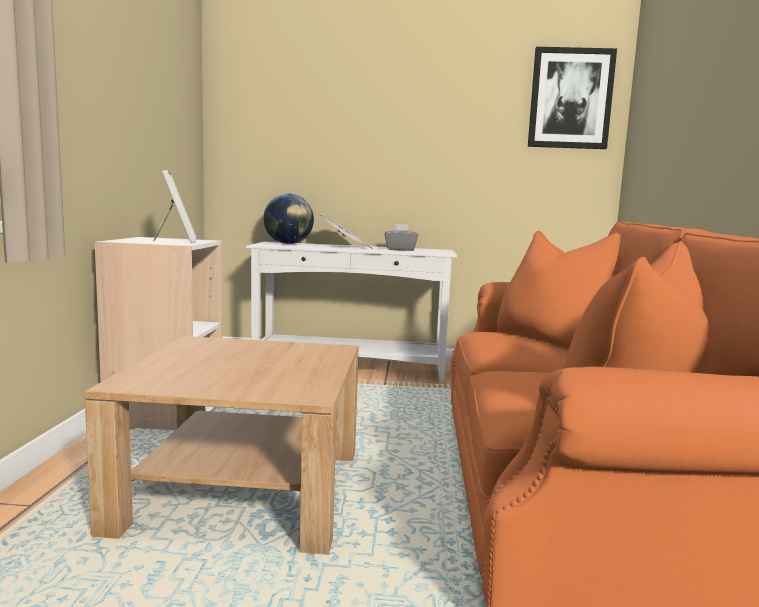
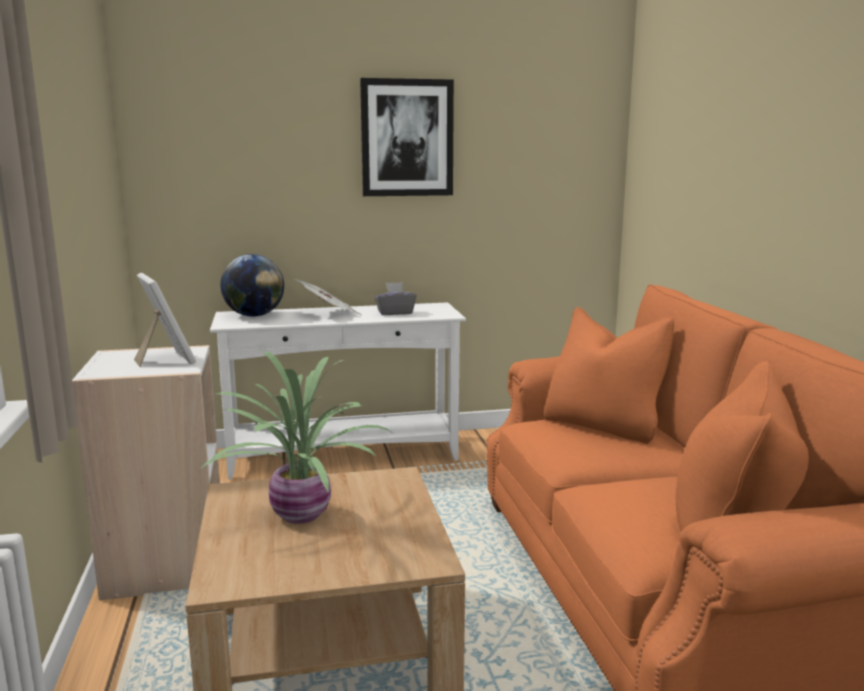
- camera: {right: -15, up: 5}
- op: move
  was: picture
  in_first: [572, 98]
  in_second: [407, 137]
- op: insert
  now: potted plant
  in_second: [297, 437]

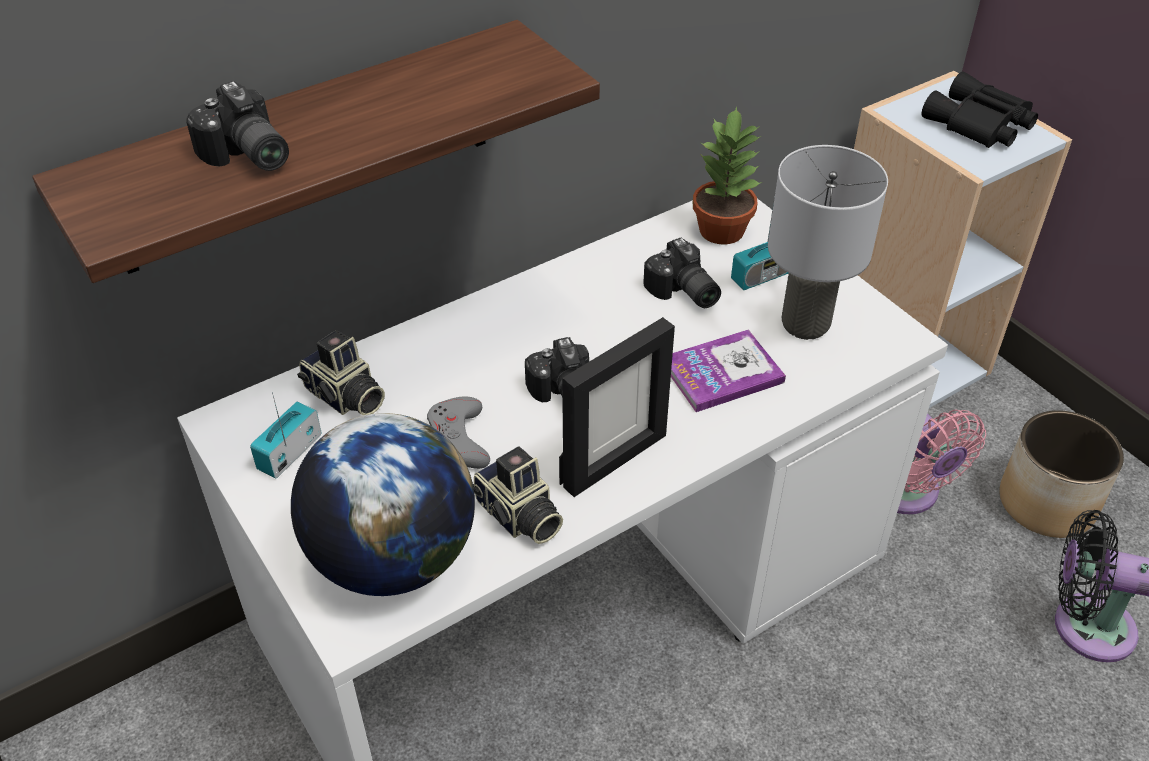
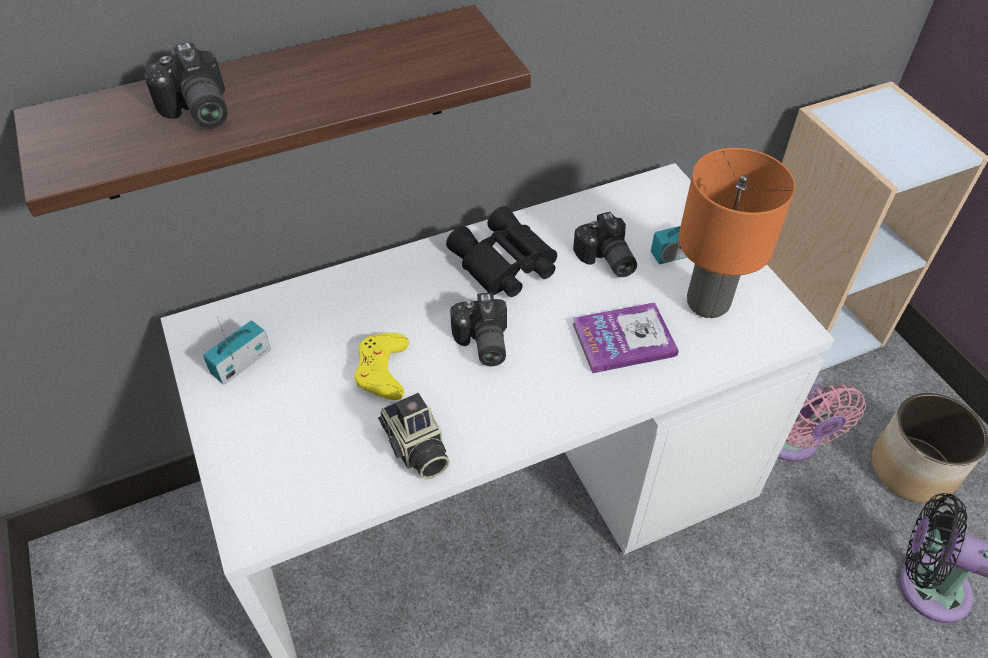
- camera: {right: 10, up: 5}
- op: move
  was: binoculars in black
  in_first: [980, 110]
  in_second: [501, 251]
- op: delete
  was: potted plant
  in_first: [728, 175]
- op: recolor
  was: table lamp in white
  now: table lamp in orange
  in_first: [828, 242]
  in_second: [736, 233]
- op: delete
  was: picture frame
  in_first: [617, 407]
- op: delete
  was: photo camera
  in_first: [341, 372]
- op: recolor
  was: game controller in grey
  now: game controller in yellow
  in_first: [458, 432]
  in_second: [381, 366]
- op: delete
  was: globe
  in_first: [383, 504]

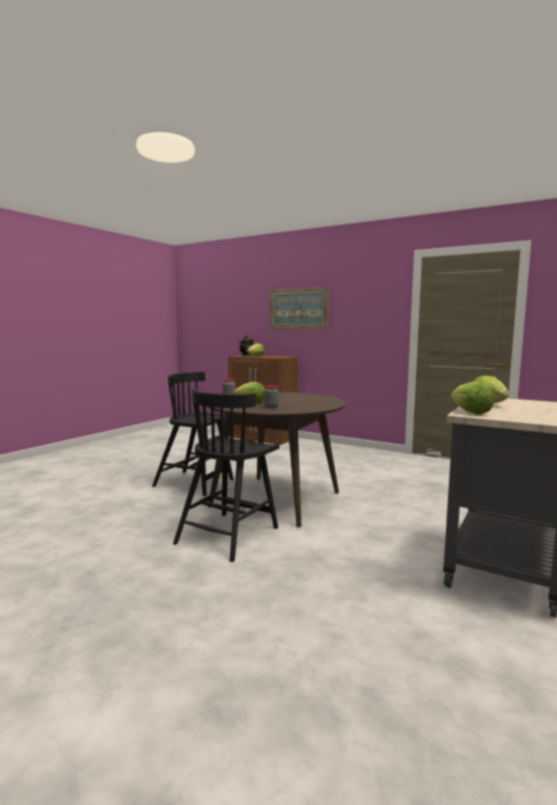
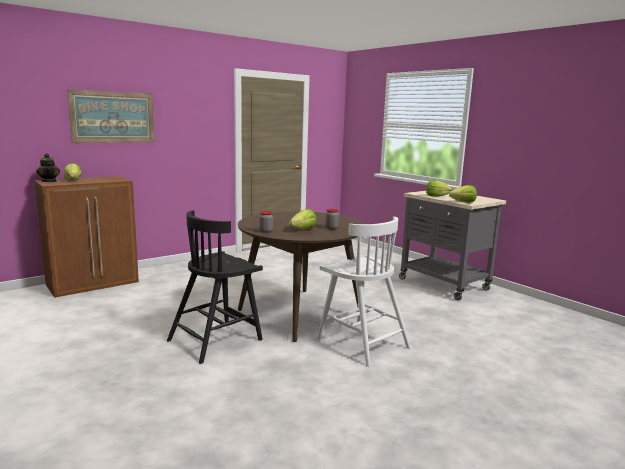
- camera: {right: -70, up: 5}
- op: recolor
  was: chair in black
  now: chair in white
  in_first: [226, 475]
  in_second: [364, 291]

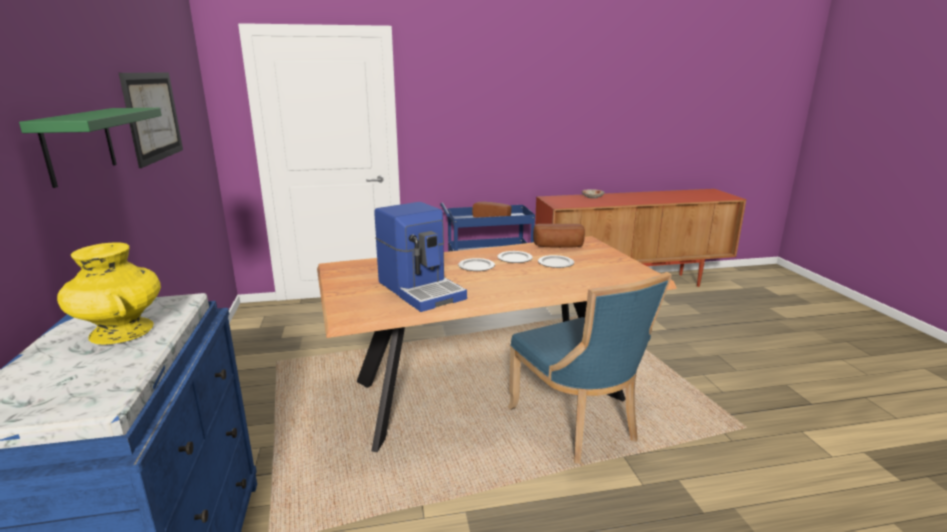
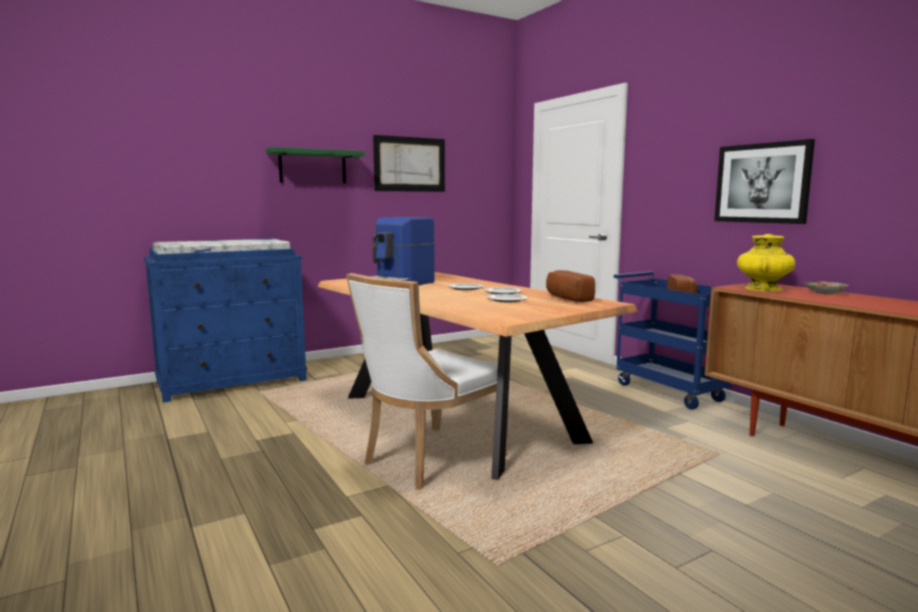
- camera: {right: 70, up: -10}
- op: move
  was: vase in yellow
  in_first: [109, 293]
  in_second: [766, 263]
- op: recolor
  was: chair in blue
  now: chair in white
  in_first: [590, 368]
  in_second: [427, 381]
- op: insert
  now: picture
  in_second: [764, 181]

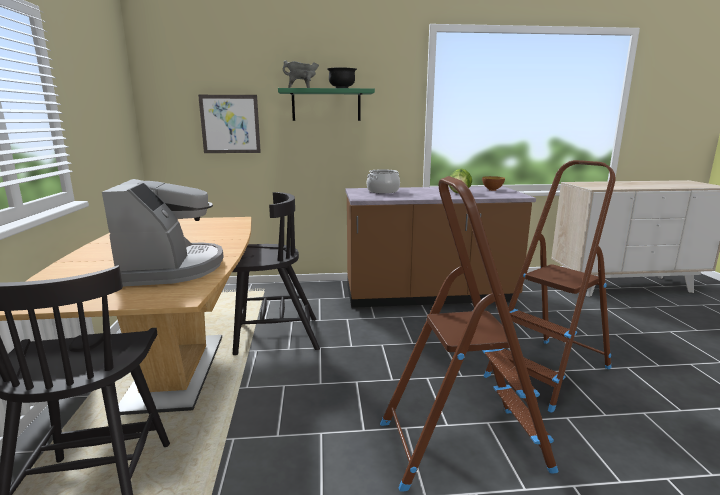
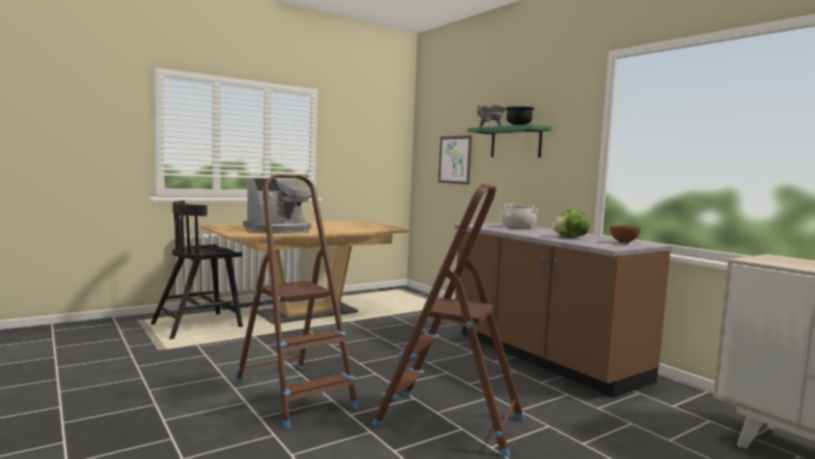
- camera: {right: 60, up: -10}
- op: delete
  was: chair in black
  in_first: [276, 273]

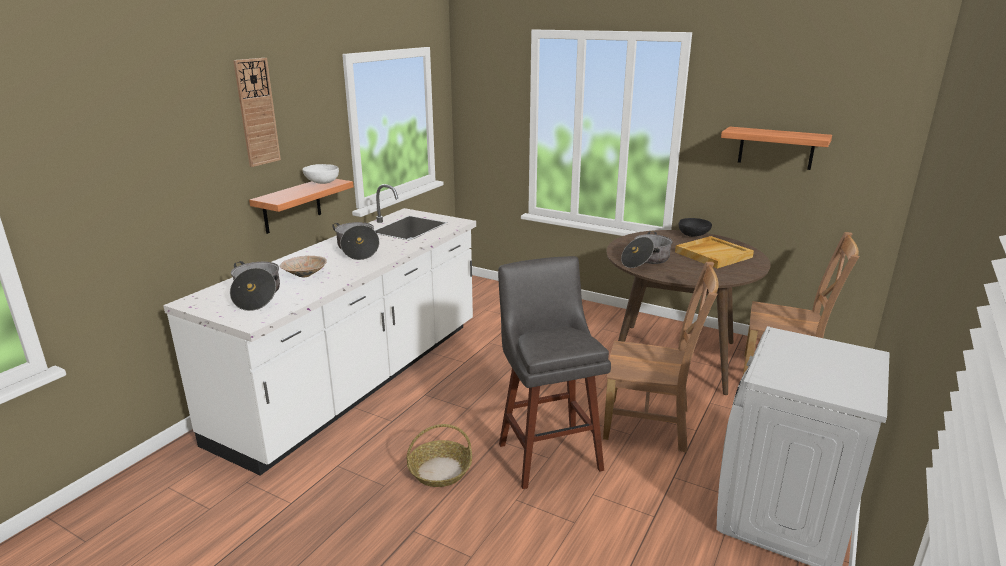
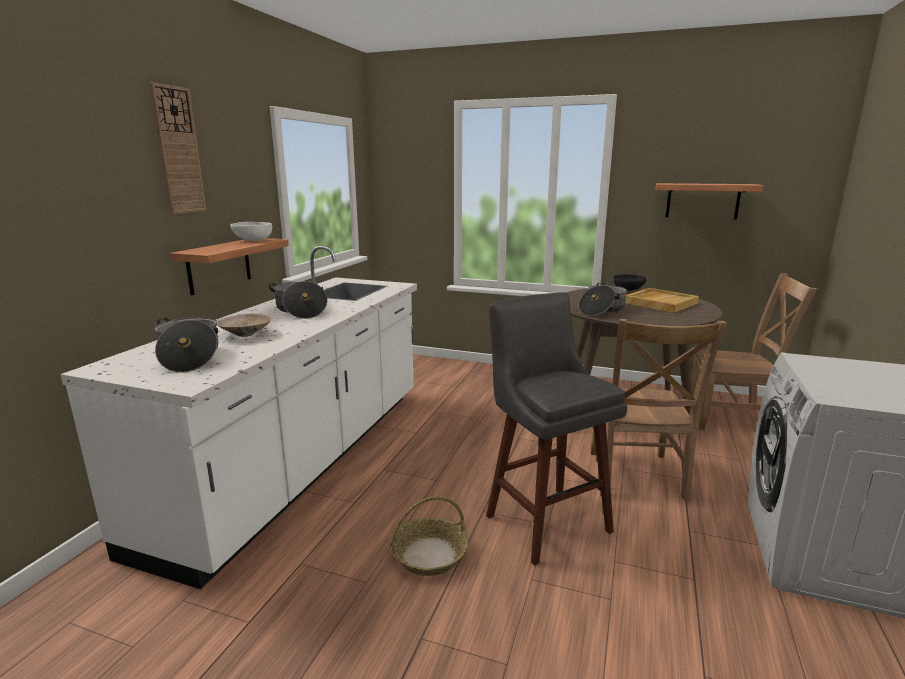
- camera: {right: -10, up: -5}
- op: rotate
  was: chair in brown
  in_first: [661, 357]
  in_second: [658, 410]
  clockwise: 90

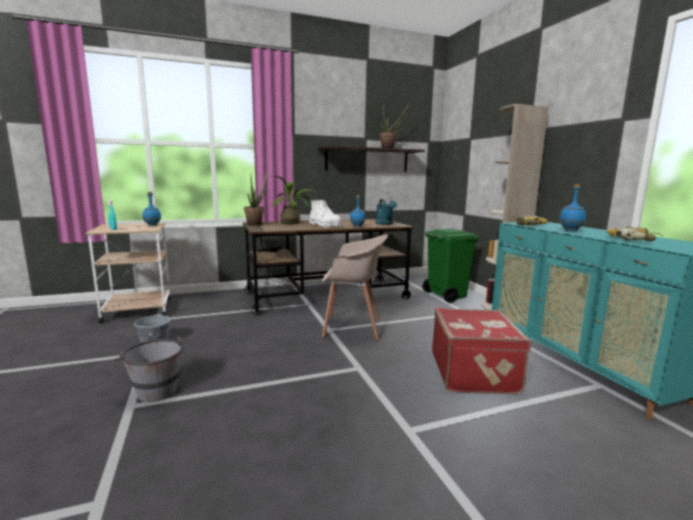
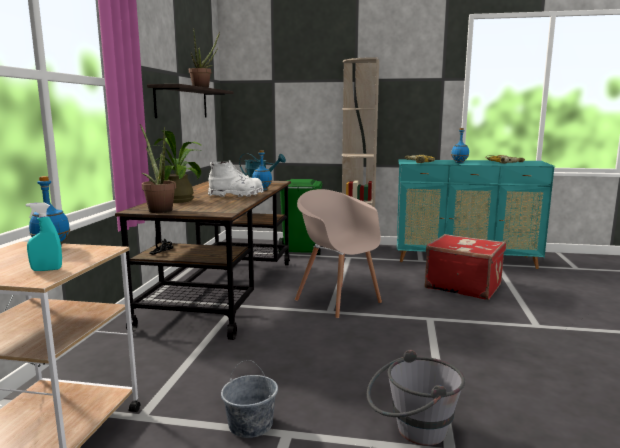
- camera: {right: -60, up: 0}
- op: rotate
  was: chair in beige
  in_first: [355, 287]
  in_second: [338, 253]
  clockwise: -75

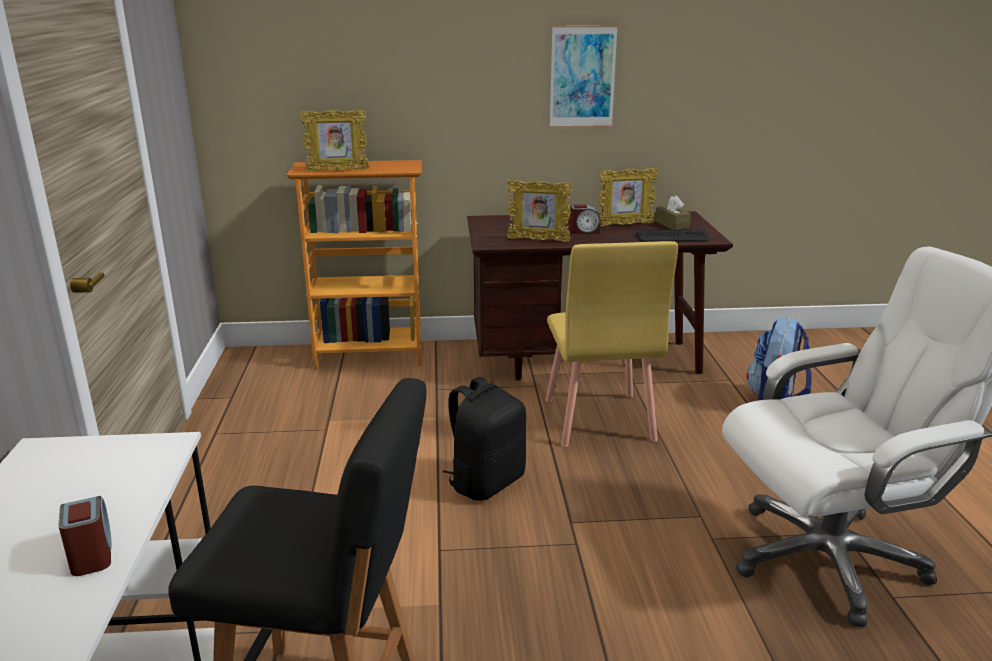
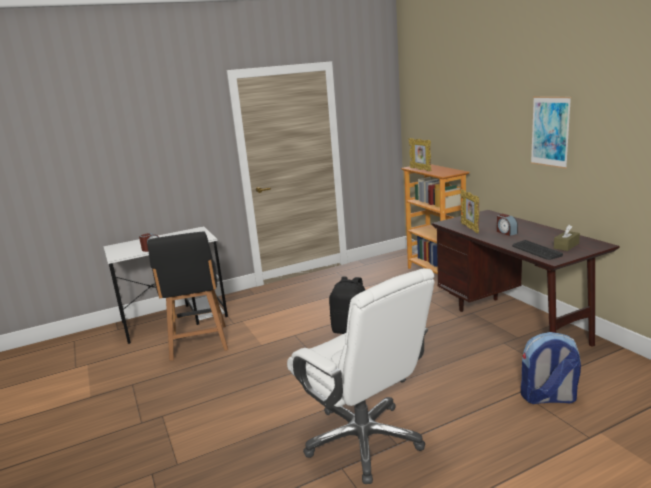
- camera: {right: 70, up: -5}
- op: delete
  was: picture frame
  in_first: [628, 197]
- op: delete
  was: chair in yellow
  in_first: [612, 344]

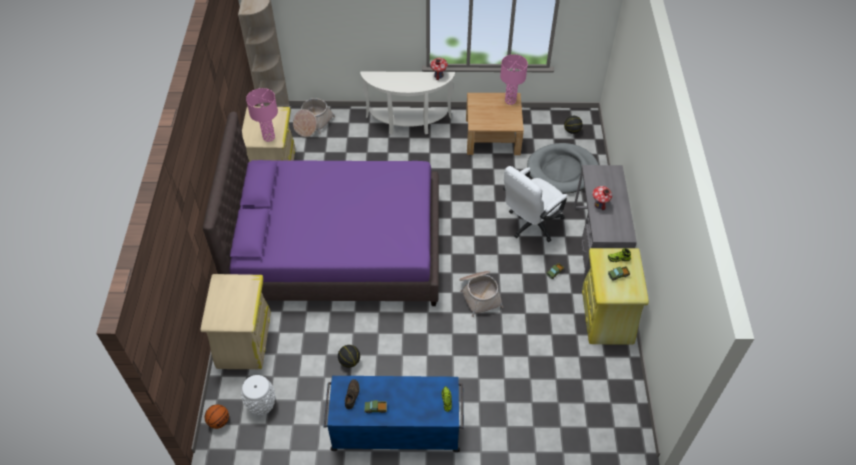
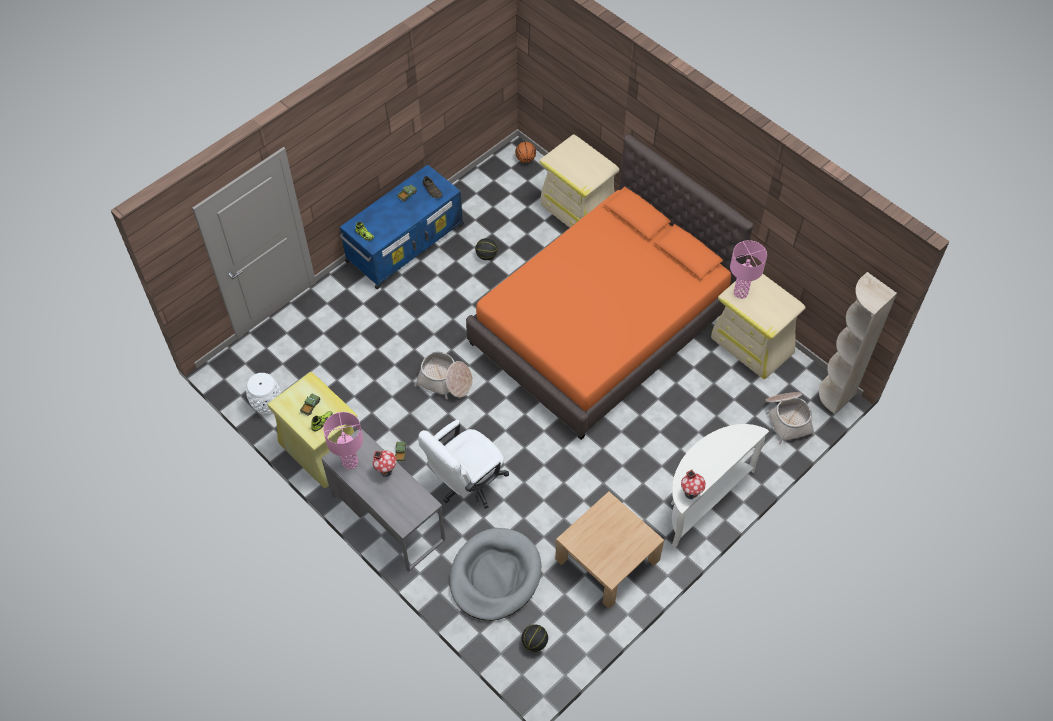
- camera: {right: 135, up: 5}
- op: move
  was: table lamp in pink
  in_first: [514, 79]
  in_second: [343, 440]
- op: recolor
  was: bed in purple
  now: bed in orange
  in_first: [321, 208]
  in_second: [610, 287]
- op: rotate
  was: office chair in white
  in_first: [535, 204]
  in_second: [463, 464]
  clockwise: -135
- op: move
  was: stool in white
  in_first: [258, 395]
  in_second: [263, 394]

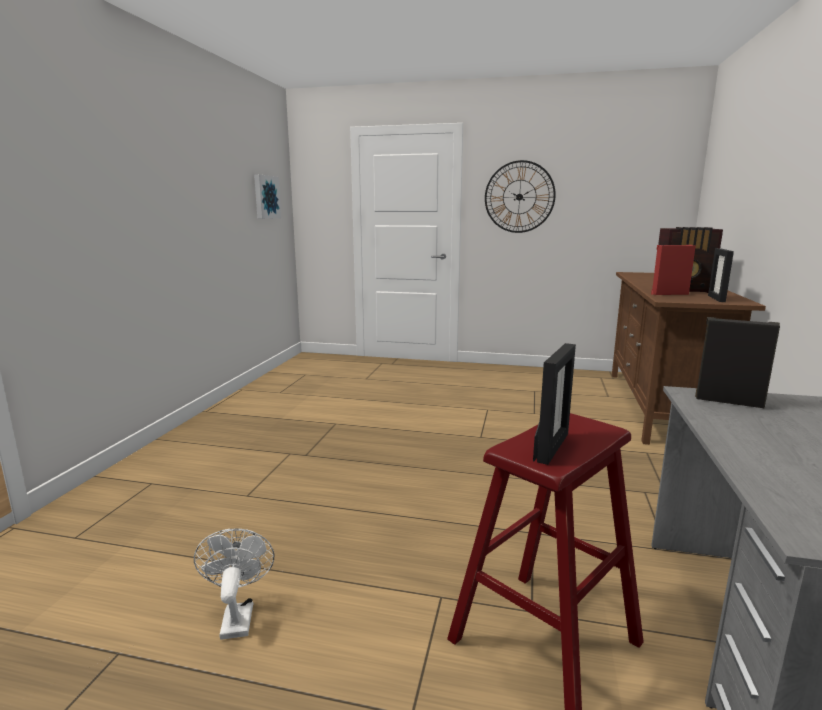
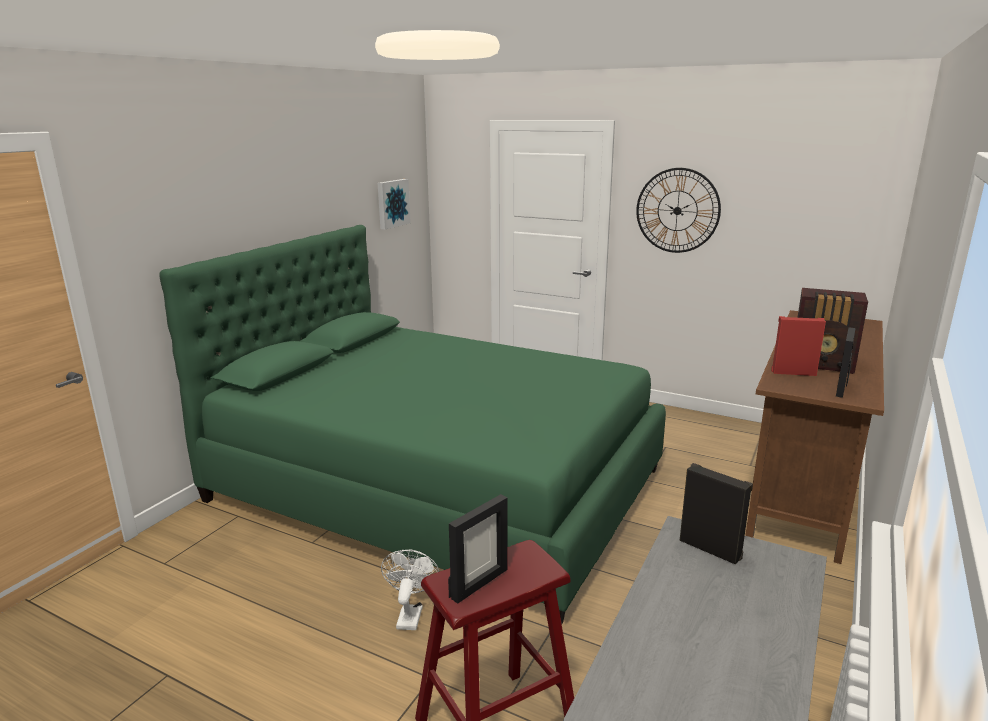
- camera: {right: 15, up: 5}
- op: move
  was: fan in white
  in_first: [234, 584]
  in_second: [410, 590]
- op: insert
  now: bed in green
  in_second: [413, 424]

